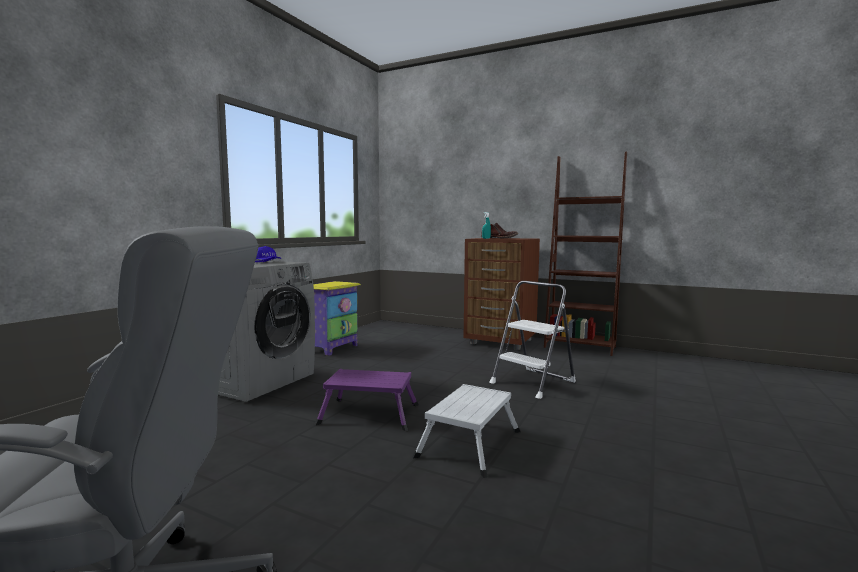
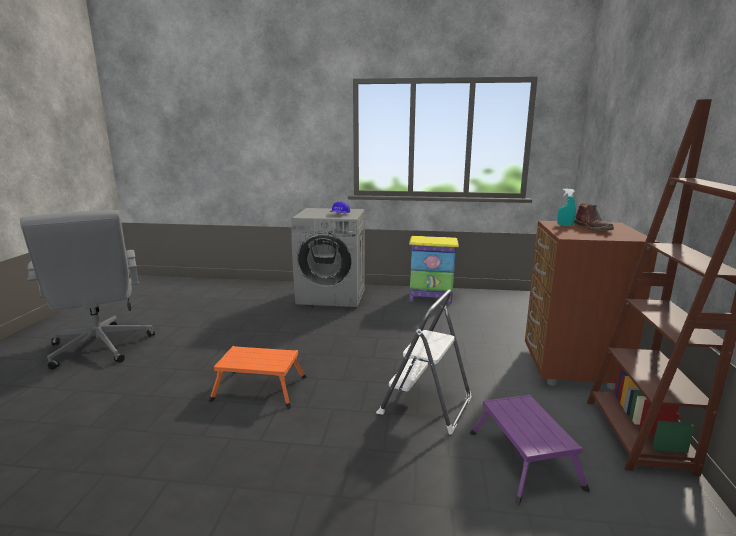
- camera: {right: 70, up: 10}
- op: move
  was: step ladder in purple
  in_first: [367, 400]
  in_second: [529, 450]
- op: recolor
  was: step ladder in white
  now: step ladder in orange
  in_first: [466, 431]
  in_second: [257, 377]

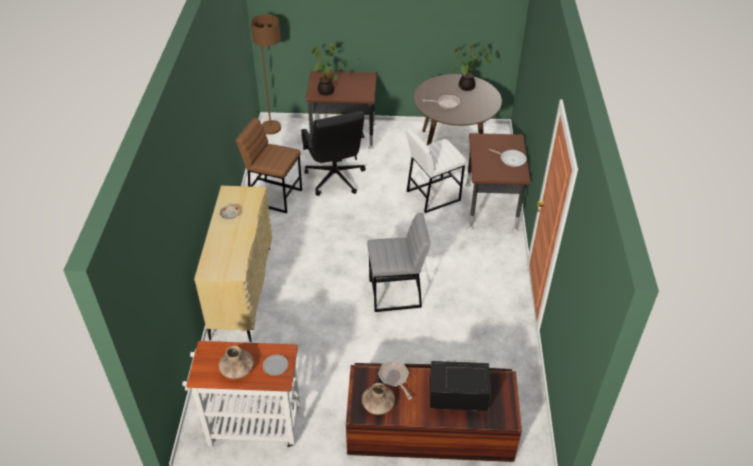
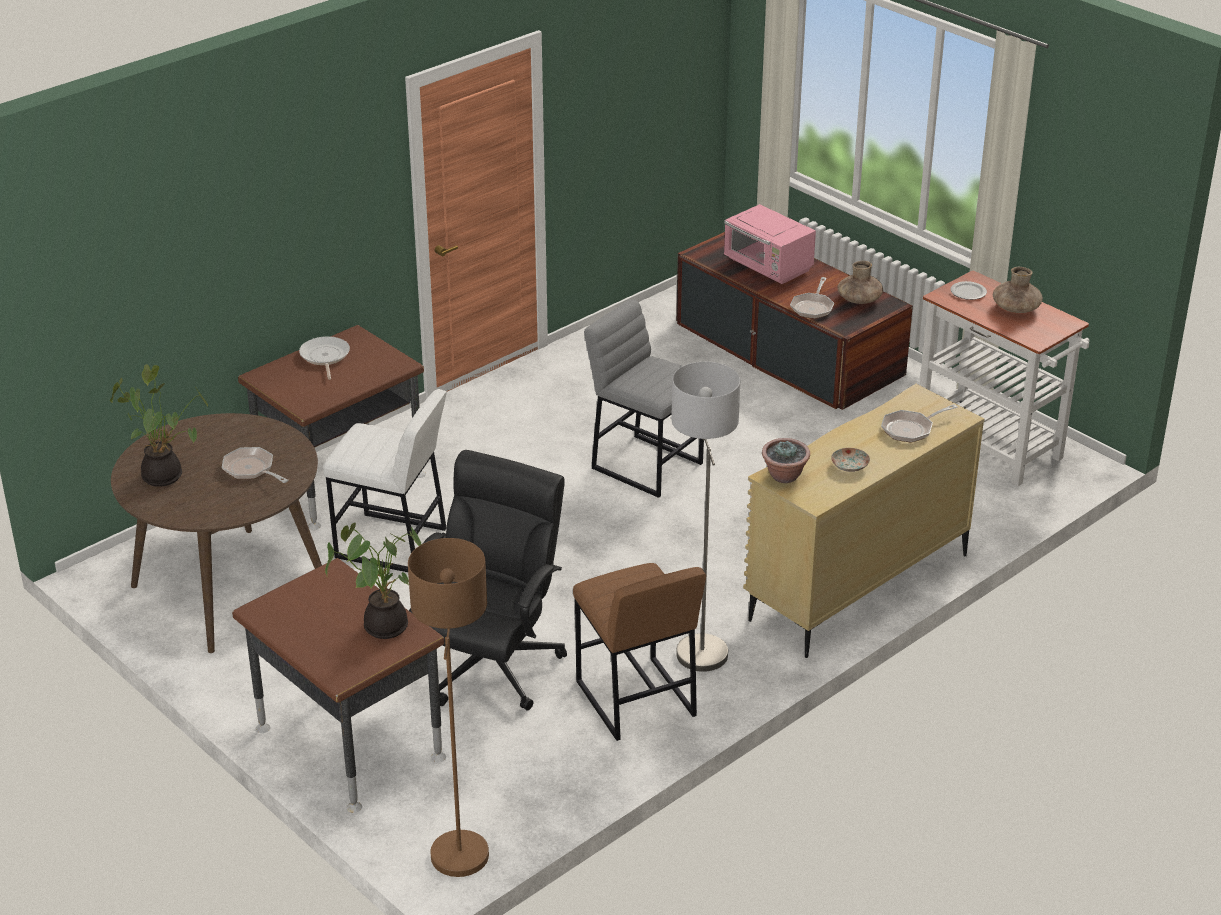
- camera: {right: -135, up: -10}
- op: recolor
  was: microwave in black
  now: microwave in pink
  in_first: [460, 385]
  in_second: [770, 244]
- op: insert
  now: floor lamp in grey
  in_second: [706, 517]
- op: insert
  now: frying pan
  in_second: [919, 423]
- op: insert
  now: potted plant
  in_second: [786, 460]

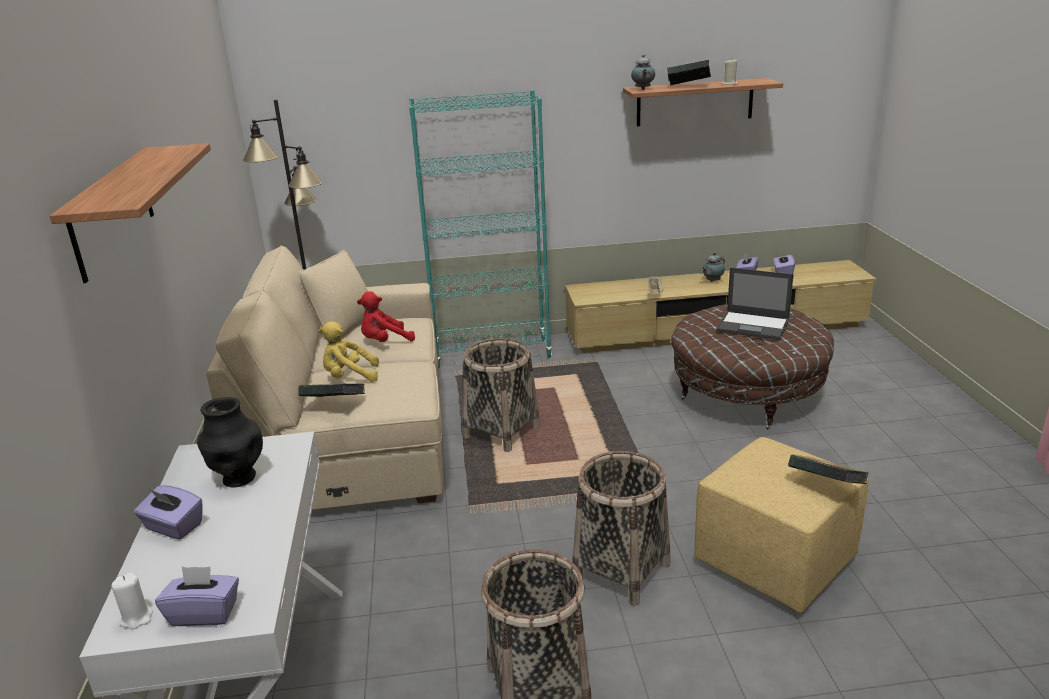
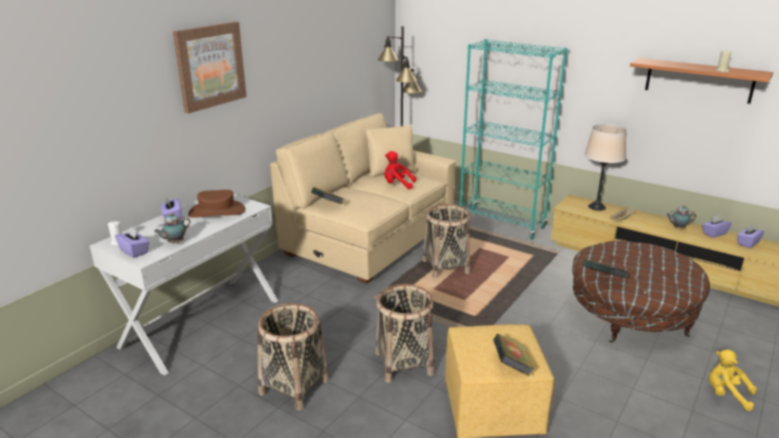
- camera: {right: 40, up: 0}
- op: move
  was: teapot
  in_first: [643, 72]
  in_second: [172, 228]
- op: move
  was: book
  in_first: [689, 72]
  in_second: [605, 268]
- op: replace
  was: shelf
  now: picture
  in_first: [130, 213]
  in_second: [210, 67]
- op: delete
  was: laptop
  in_first: [755, 304]
- op: move
  was: plush toy in yellow
  in_first: [348, 351]
  in_second: [733, 380]
- op: replace
  was: vase in black
  now: hat in brown
  in_first: [230, 442]
  in_second: [217, 204]
- op: insert
  now: table lamp in beige
  in_second: [605, 167]

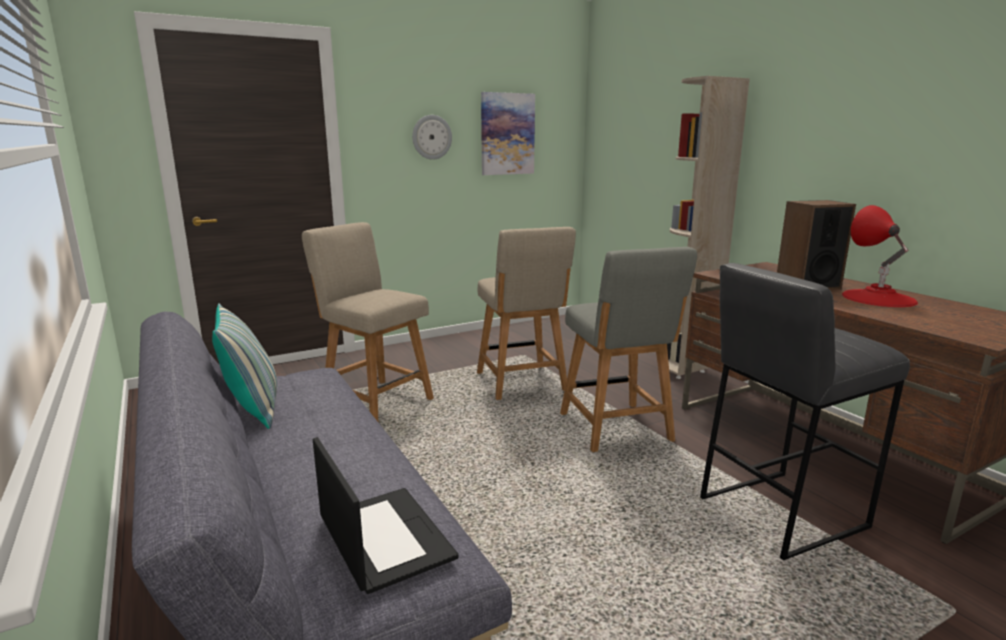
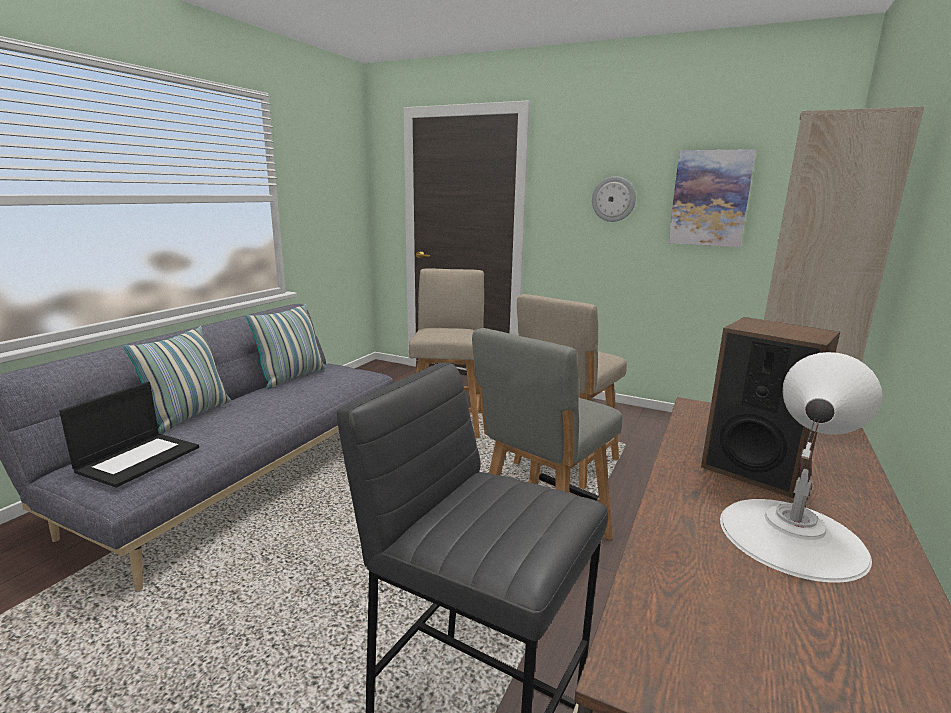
- camera: {right: 55, up: 0}
- op: recolor
  was: table lamp in red
  now: table lamp in white
  in_first: [880, 256]
  in_second: [801, 467]
- op: insert
  now: pillow
  in_second: [177, 380]

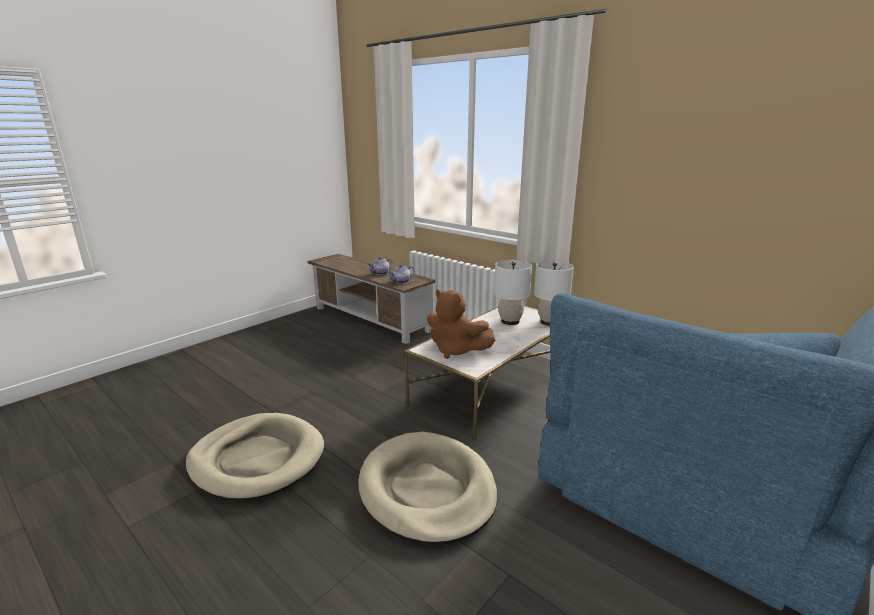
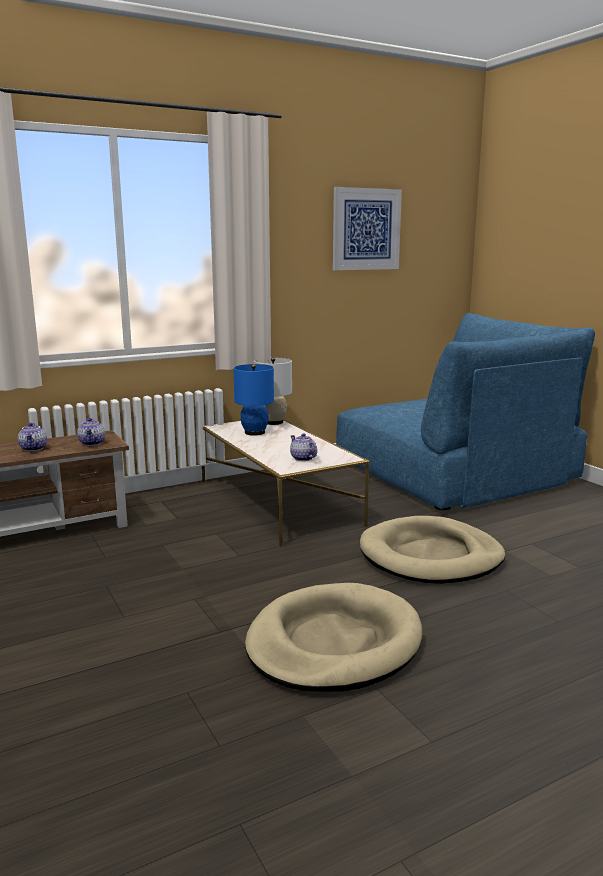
- camera: {right: -70, up: -5}
- op: recolor
  was: table lamp in white
  now: table lamp in blue
  in_first: [513, 292]
  in_second: [254, 400]
- op: replace
  was: plush toy in brown
  now: teapot
  in_first: [461, 324]
  in_second: [303, 447]
- op: insert
  now: picture
  in_second: [367, 228]

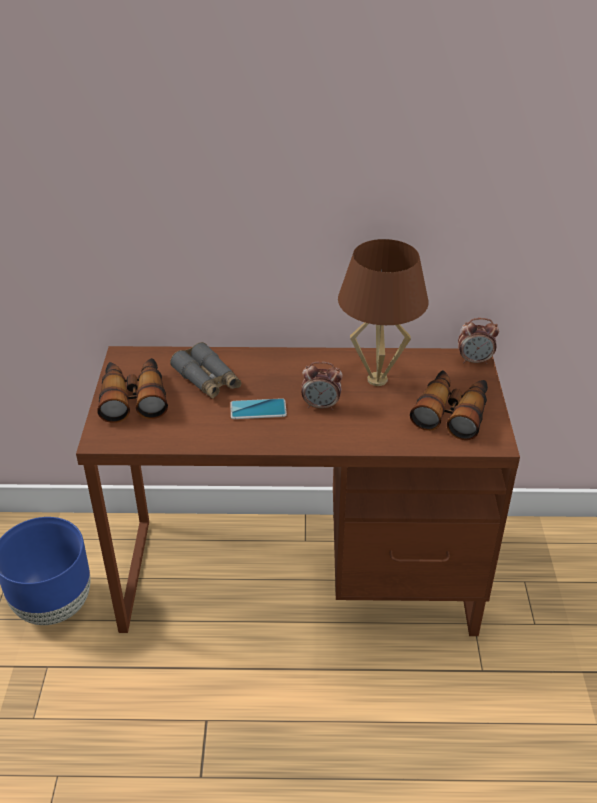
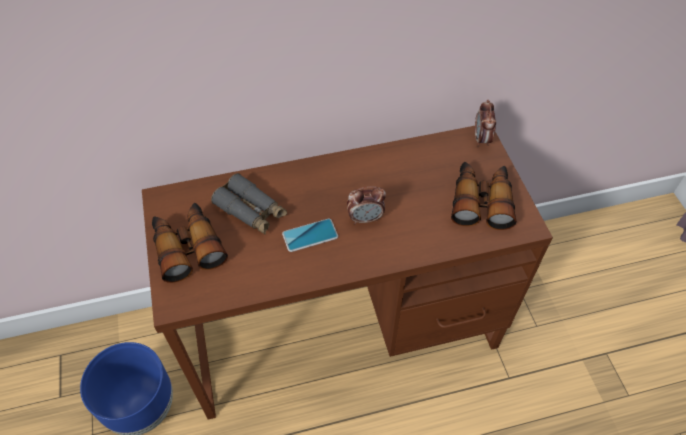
- camera: {right: -15, up: 15}
- op: delete
  was: table lamp in brown
  in_first: [383, 312]
- op: rotate
  was: alarm clock
  in_first: [478, 341]
  in_second: [485, 123]
  clockwise: 105

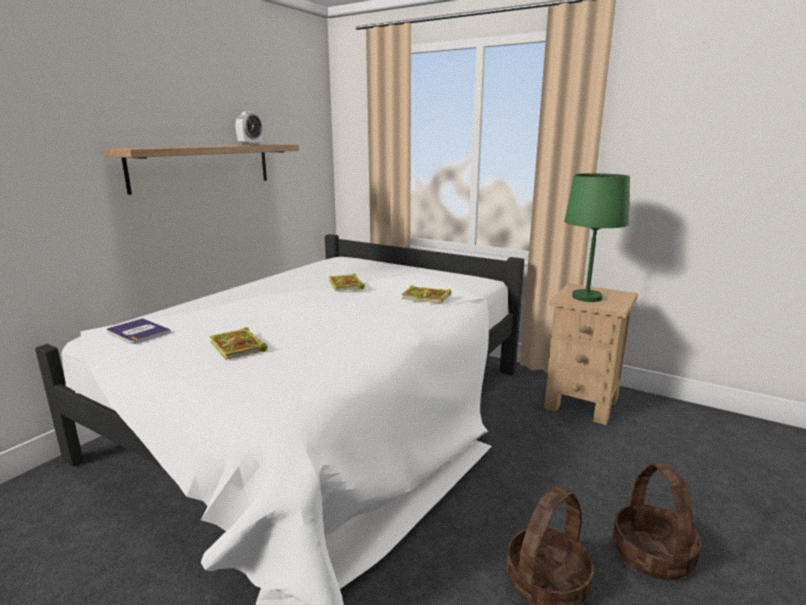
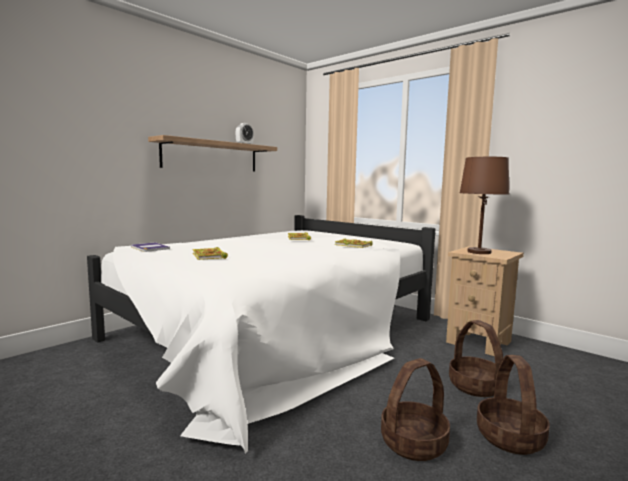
- camera: {right: 10, up: -10}
- op: recolor
  was: table lamp in green
  now: table lamp in brown
  in_first: [597, 237]
  in_second: [484, 205]
- op: insert
  now: basket
  in_second: [476, 358]

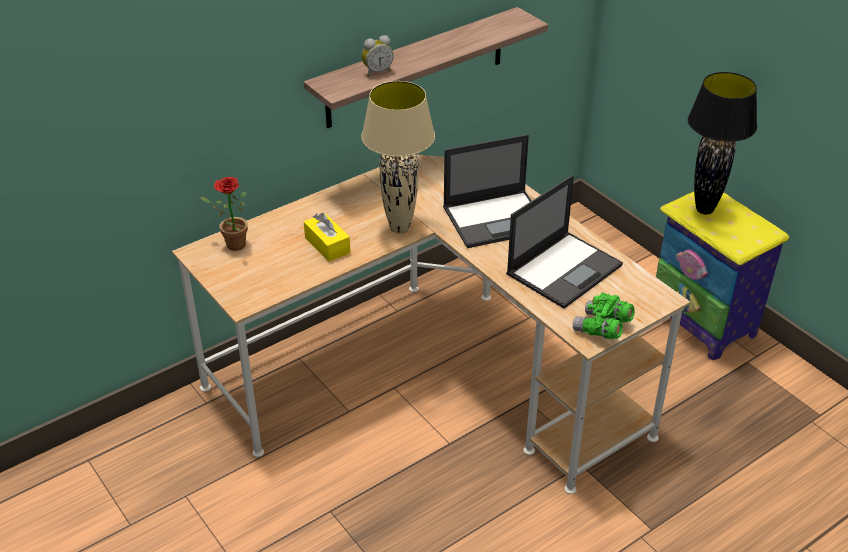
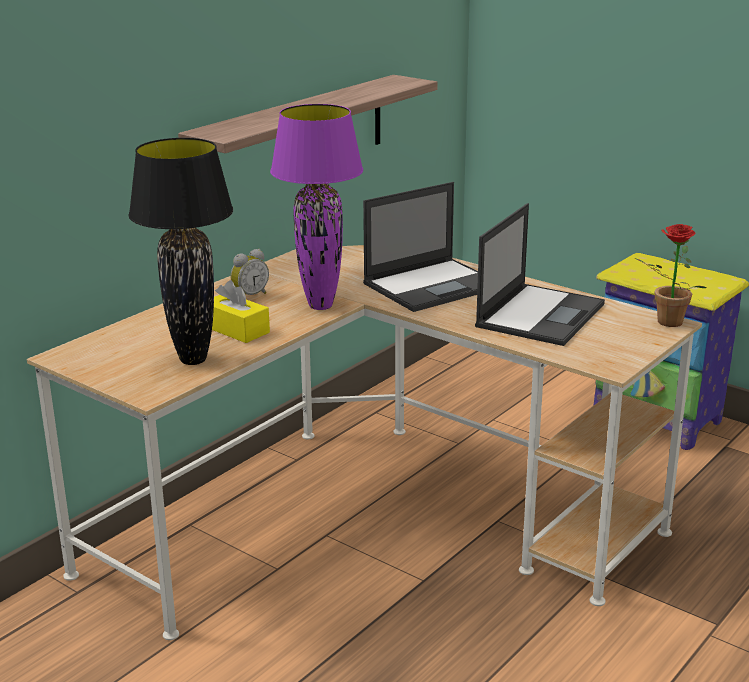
- camera: {right: -15, up: -15}
- op: move
  was: alarm clock
  in_first: [378, 56]
  in_second: [250, 272]
- op: move
  was: table lamp in black
  in_first: [722, 143]
  in_second: [180, 251]
- op: recolor
  was: table lamp in beige
  now: table lamp in purple
  in_first: [398, 157]
  in_second: [316, 207]
- op: move
  was: potted plant
  in_first: [224, 214]
  in_second: [671, 275]
- op: delete
  was: binoculars in green
  in_first: [604, 315]

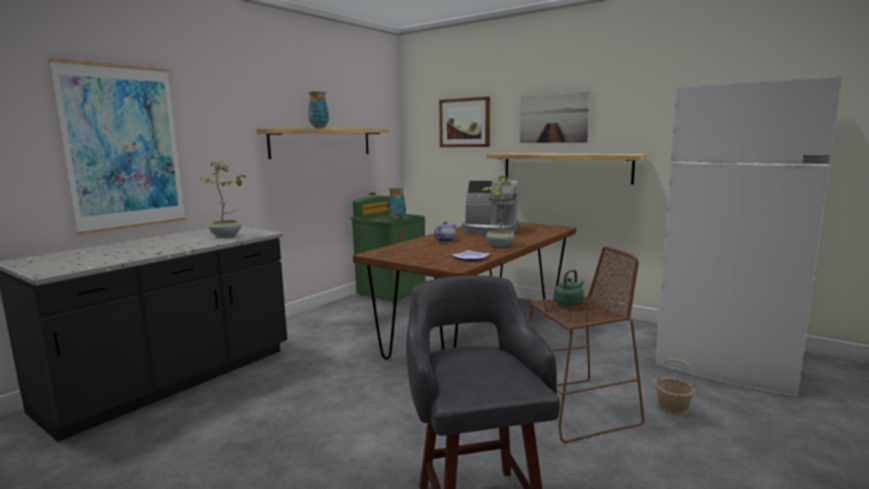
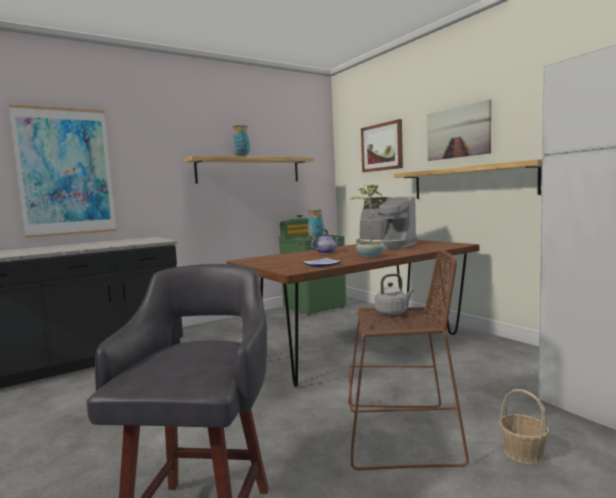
- camera: {right: 20, up: -5}
- op: delete
  was: potted plant
  in_first: [223, 198]
- op: recolor
  was: kettle in green
  now: kettle in grey
  in_first: [569, 287]
  in_second: [394, 294]

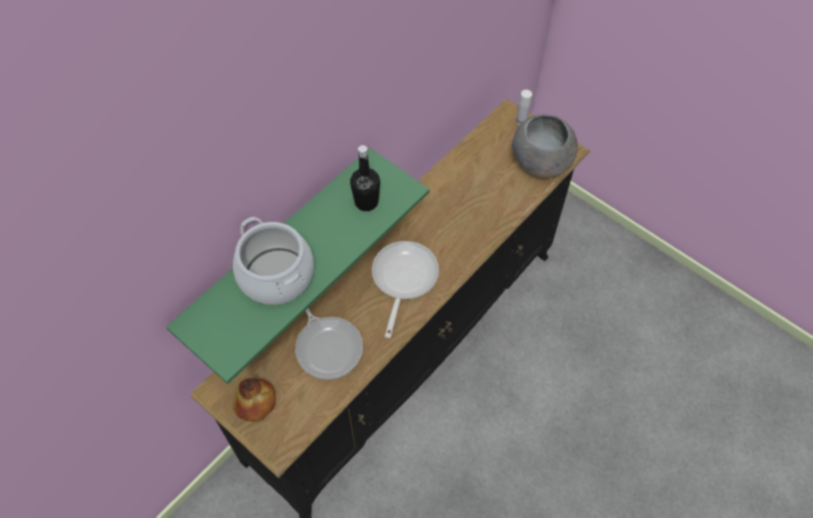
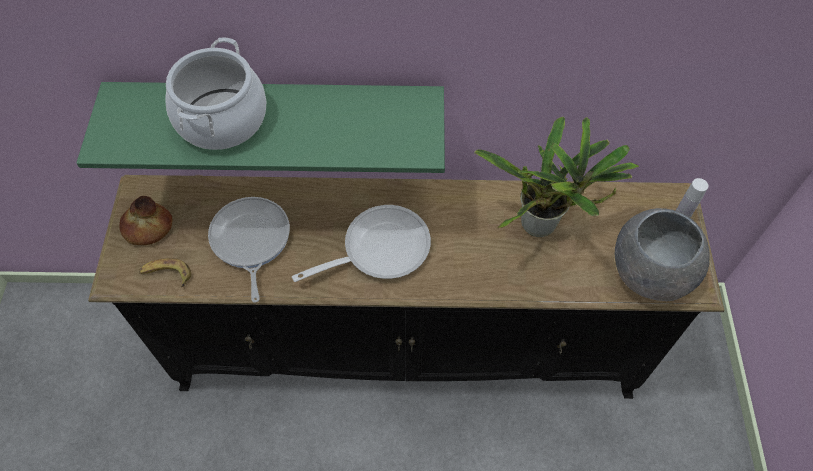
- camera: {right: 50, up: 0}
- op: delete
  was: bottle in black
  in_first: [365, 178]
- op: rotate
  was: frying pan
  in_first: [329, 344]
  in_second: [249, 250]
  clockwise: 150
- op: insert
  now: potted plant
  in_second: [556, 176]
- op: insert
  now: banana
  in_second: [165, 272]

